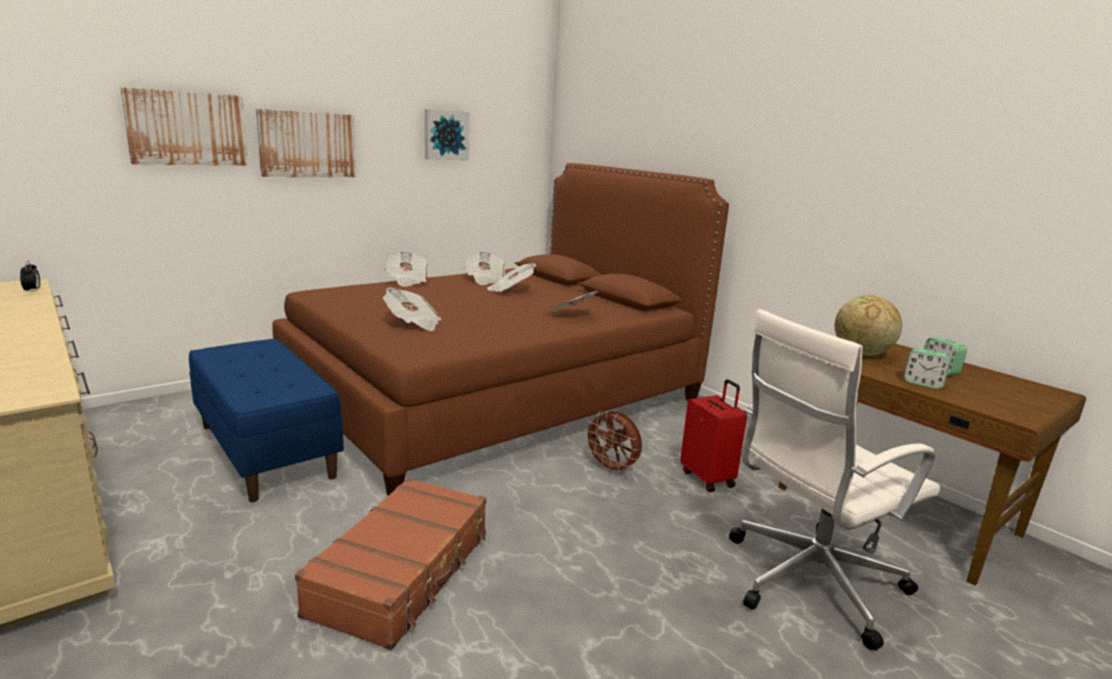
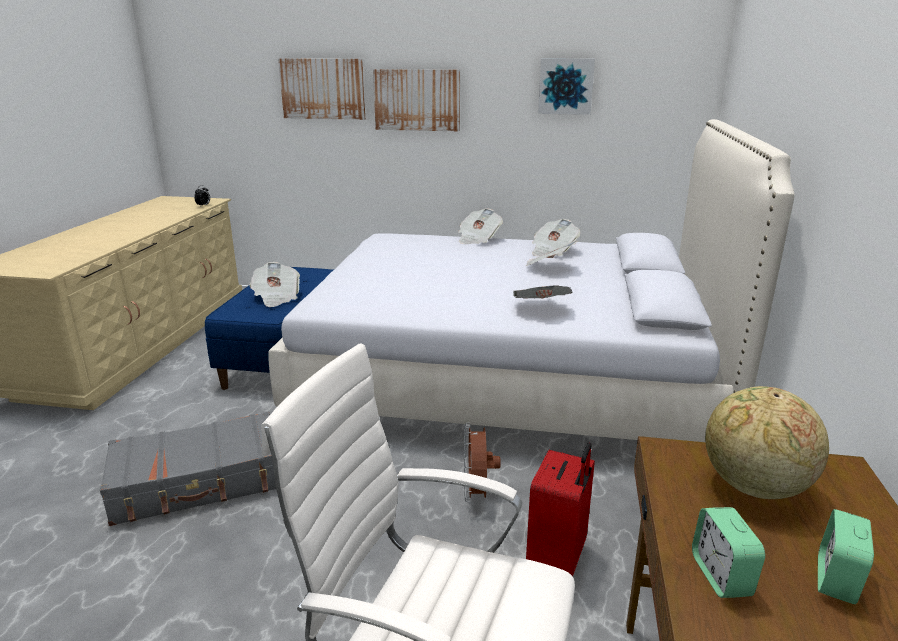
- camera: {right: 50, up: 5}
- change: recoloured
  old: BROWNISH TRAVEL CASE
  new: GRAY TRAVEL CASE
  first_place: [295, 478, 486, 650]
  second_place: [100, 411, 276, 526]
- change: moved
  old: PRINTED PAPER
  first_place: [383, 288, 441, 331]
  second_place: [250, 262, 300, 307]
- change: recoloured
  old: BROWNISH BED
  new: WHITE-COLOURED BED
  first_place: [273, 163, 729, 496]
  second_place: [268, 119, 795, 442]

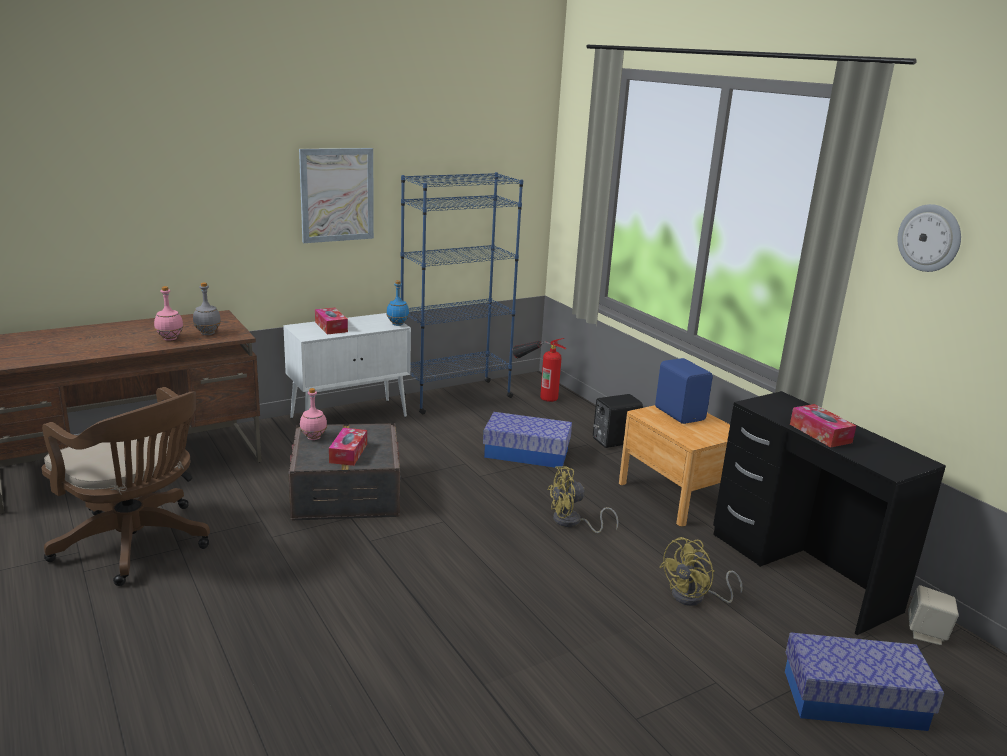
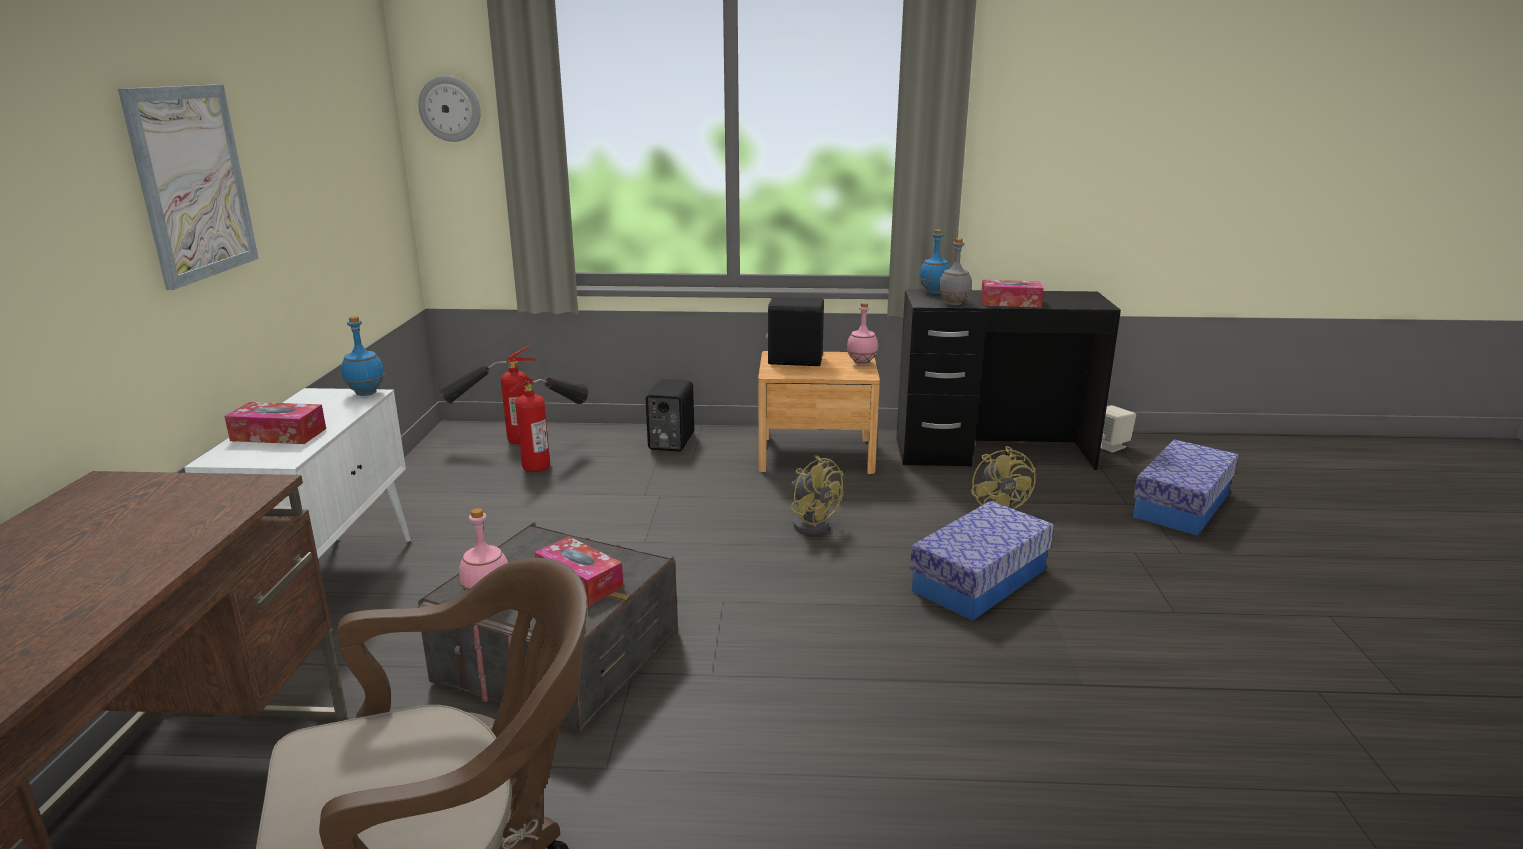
- camera: {right: -55, up: 0}
- change: moved
  old: CLOCK ON THE WALL
  first_place: [898, 204, 961, 272]
  second_place: [418, 76, 481, 142]
- change: added
  new: EXTINGUISHER
  second_place: [509, 374, 588, 472]
- change: recoloured
  old: BLUE LOUDSPEAKER
  new: BLACK-COLOURED LOUDSPEAKER
  first_place: [655, 358, 713, 424]
  second_place: [766, 297, 824, 366]
- change: turned
  old: YELLOW ELECTRIC FAN
  first_place: [547, 466, 619, 533]
  second_place: [791, 455, 843, 535]
  degrees: -60
- change: moved
  old: PINK-COLOURED BOTTLE
  first_place: [154, 286, 183, 341]
  second_place: [847, 302, 878, 366]
- change: moved
  old: STORAGE CONTAINER
  first_place: [483, 412, 572, 468]
  second_place: [910, 501, 1054, 621]
- change: added
  new: BLUE BOTTLE
  second_place: [919, 230, 950, 294]
- change: moved
  old: GRAY BOTTLE
  first_place: [193, 282, 221, 335]
  second_place: [938, 238, 972, 305]
- change: removed
  old: BLUE BOOKSHELF
  first_place: [399, 172, 523, 415]

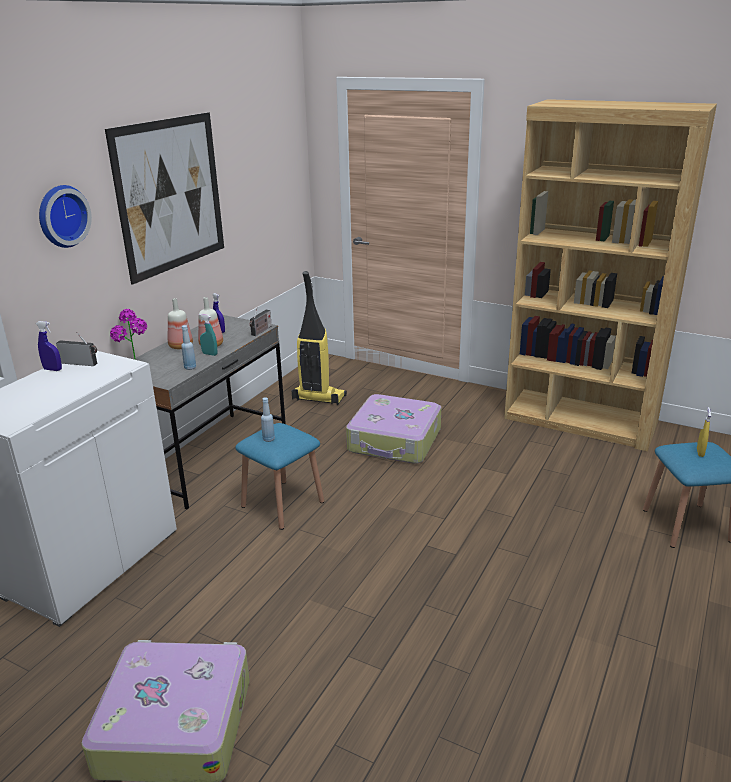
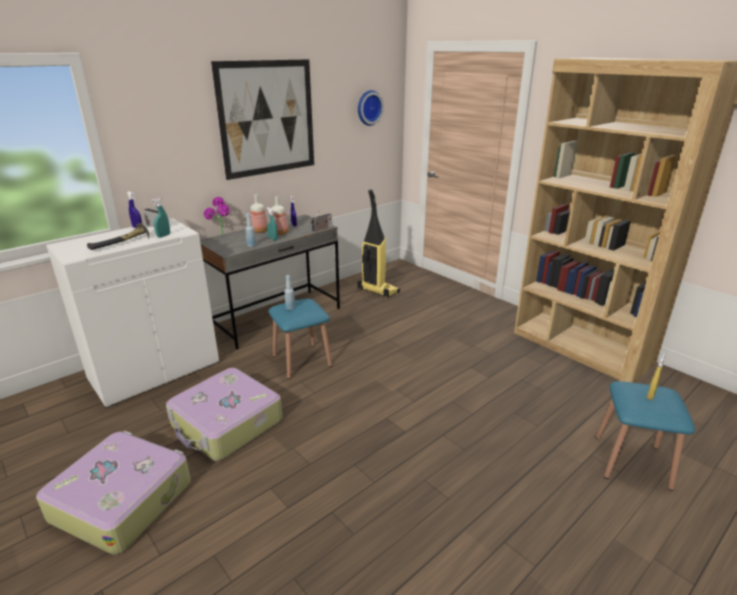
- camera: {right: 20, up: 0}
- change: added
  new: HAND HAMMER
  second_place: [87, 223, 149, 250]
- change: added
  new: TURQUOISE-COLOURED SPRAY BOTTLE
  second_place: [151, 198, 170, 238]
- change: moved
  old: TRAVEL CASE
  first_place: [346, 394, 441, 464]
  second_place: [166, 368, 283, 461]
- change: moved
  old: CLOCK ON THE WALL
  first_place: [39, 185, 92, 248]
  second_place: [358, 90, 384, 126]

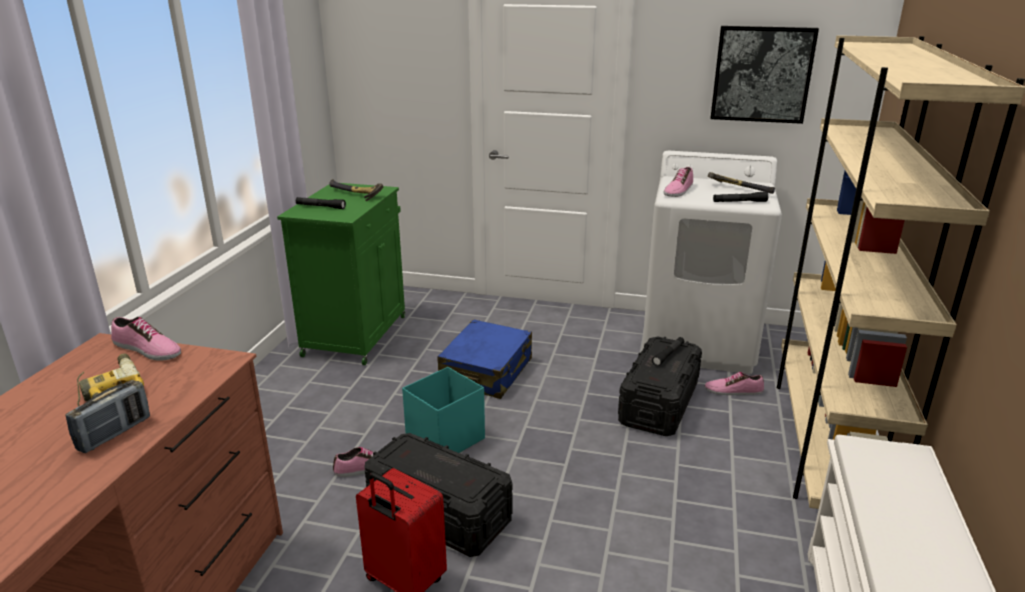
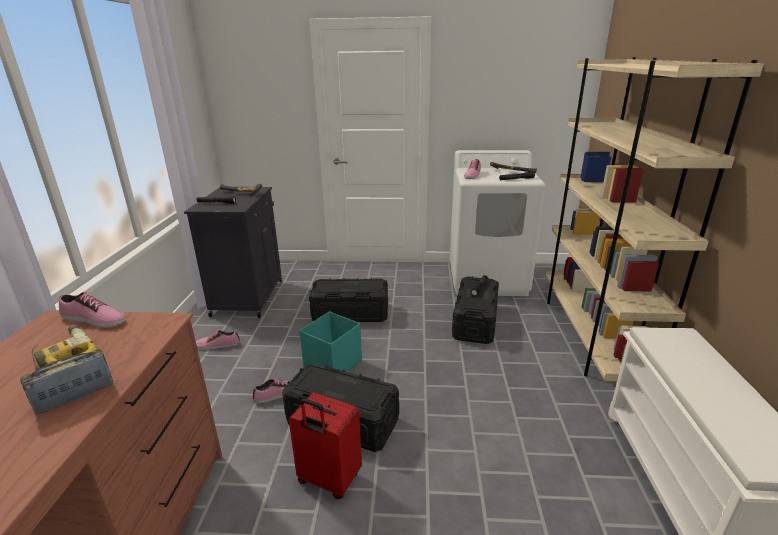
- camera: {right: -10, up: 0}
- change: turned
  old: RADIO RECEIVER
  first_place: [65, 380, 150, 453]
  second_place: [20, 349, 113, 414]
  degrees: -150
- change: recoloured
  old: GREEN STORAGE CABINET
  new: BLACK-COLOURED STORAGE CABINET
  first_place: [277, 183, 405, 365]
  second_place: [184, 187, 282, 318]
- change: moved
  old: SHOE
  first_place: [705, 372, 764, 395]
  second_place: [196, 330, 240, 350]
- change: replaced
  old: BLUE TRAVEL CASE
  new: BLACK-COLOURED STORAGE CONTAINER
  first_place: [437, 319, 532, 399]
  second_place: [309, 278, 388, 322]
- change: removed
  old: PICTURE
  first_place: [710, 26, 819, 124]

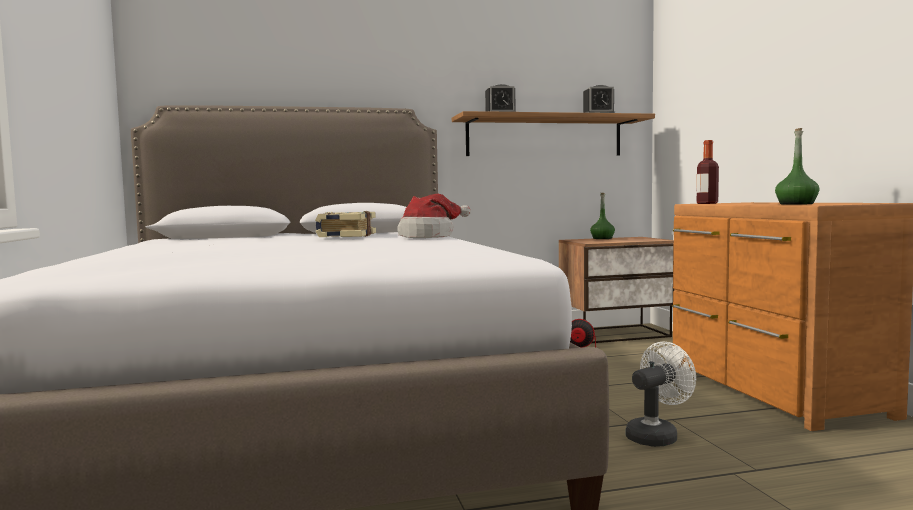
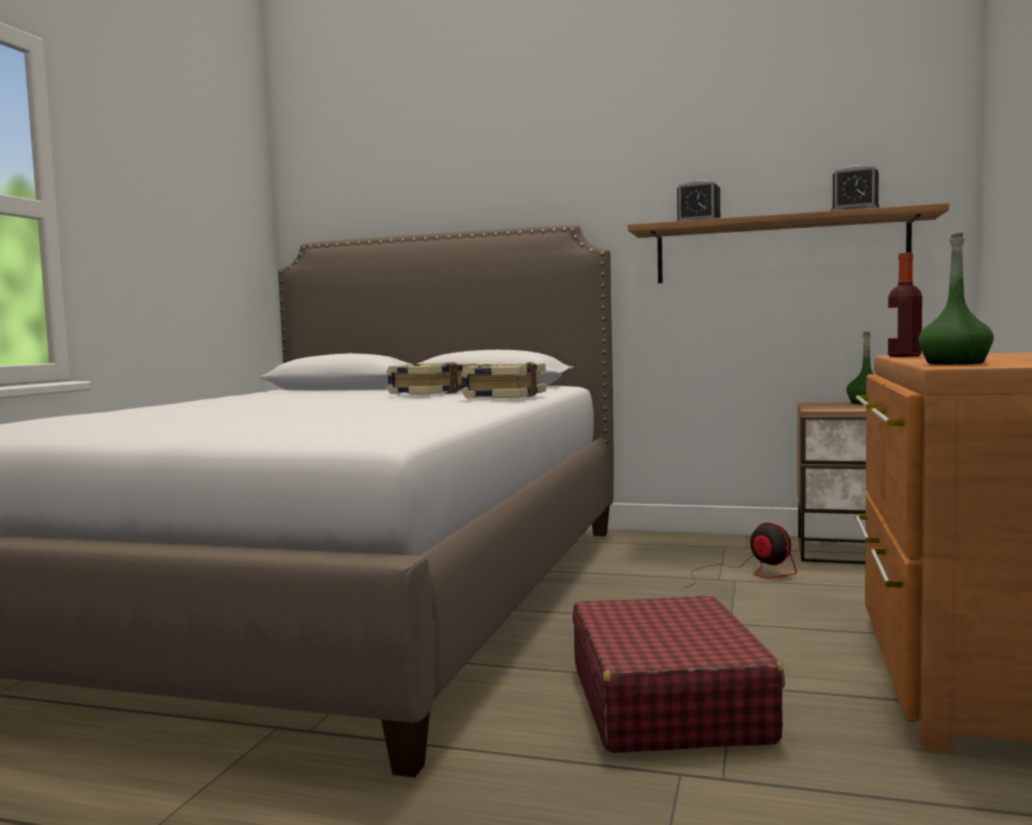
- camera: {right: 30, up: 0}
- change: replaced
  old: CLOTHING HAT
  new: BOUND BOOK
  first_place: [397, 194, 471, 238]
  second_place: [461, 362, 546, 398]
- change: replaced
  old: WHITE-COLOURED ELECTRIC FAN
  new: RED TRAVEL CASE
  first_place: [626, 341, 696, 447]
  second_place: [573, 595, 785, 753]

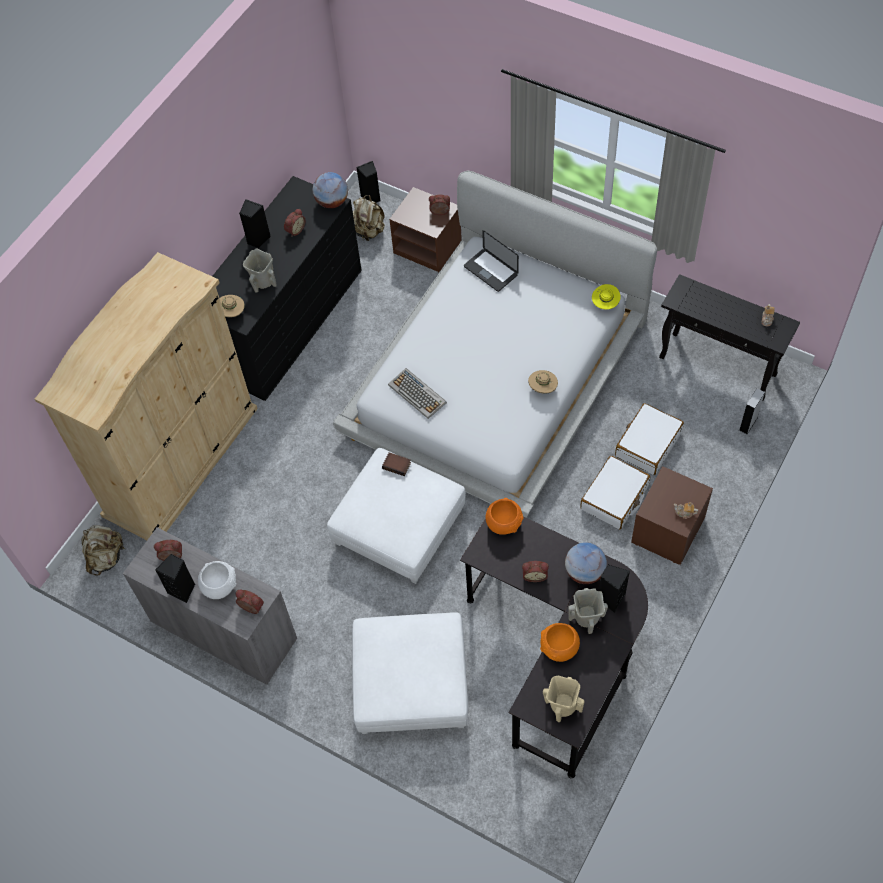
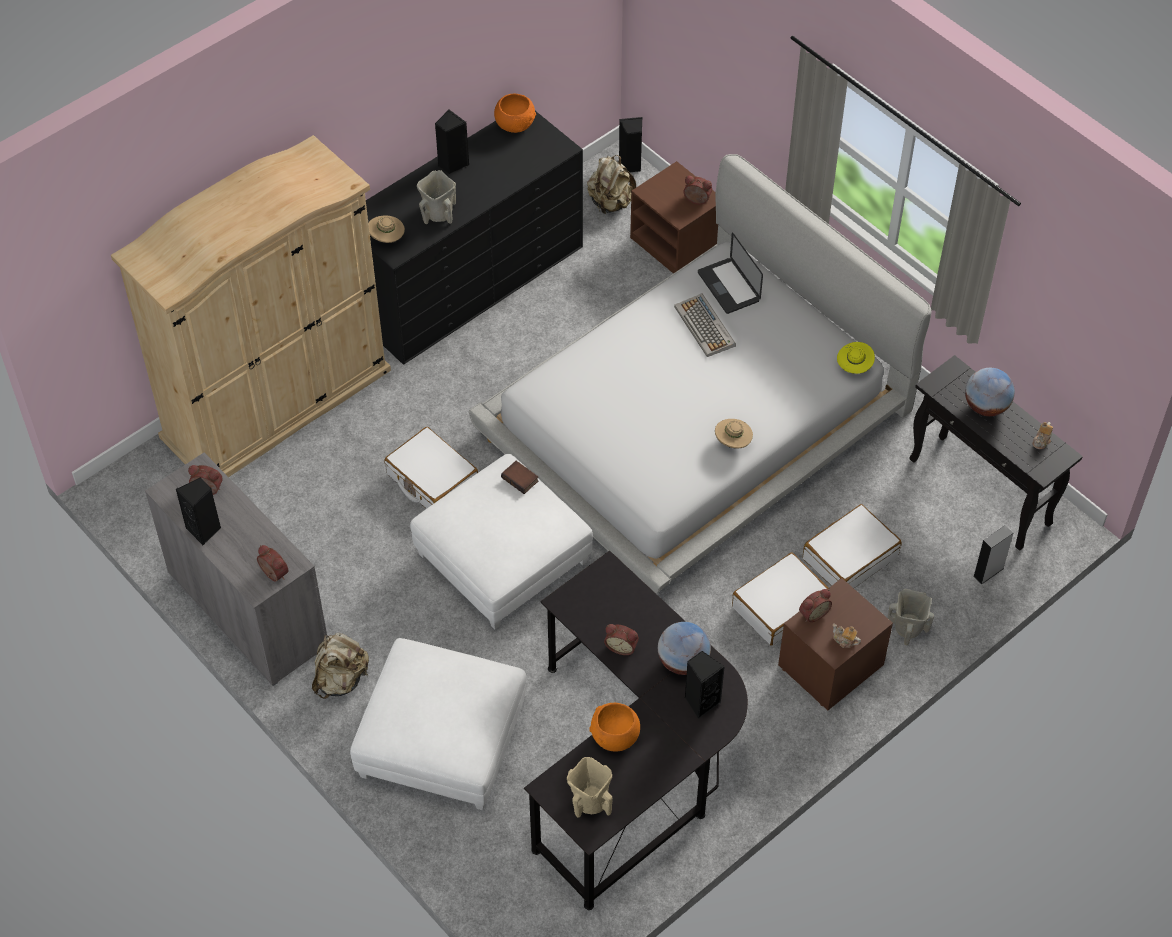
- camera: {right: 15, up: -5}
- change: moved
  old: BEIGE-COLOURED KNAPSACK
  first_place: [82, 525, 125, 576]
  second_place: [312, 633, 369, 699]
- change: added
  new: WHITE-COLOURED TRAVEL CASE
  second_place: [384, 427, 478, 509]
- change: moved
  old: ORANGE SERVING BOWL
  first_place: [485, 498, 524, 535]
  second_place: [494, 94, 536, 133]
- change: moved
  old: COMPUTER KEYBOARD
  first_place: [388, 368, 447, 419]
  second_place: [674, 293, 736, 357]
- change: moved
  old: ALARM CLOCK
  first_place: [284, 209, 306, 237]
  second_place: [799, 589, 832, 622]
- change: moved
  old: BEIGE-COLOURED VASE
  first_place: [568, 588, 608, 634]
  second_place: [888, 589, 934, 645]
- change: moved
  old: DESK GLOBE
  first_place: [313, 172, 348, 208]
  second_place: [965, 368, 1015, 416]
- change: removed
  old: WHITE-COLOURED SERVING BOWL
  first_place: [198, 561, 237, 599]

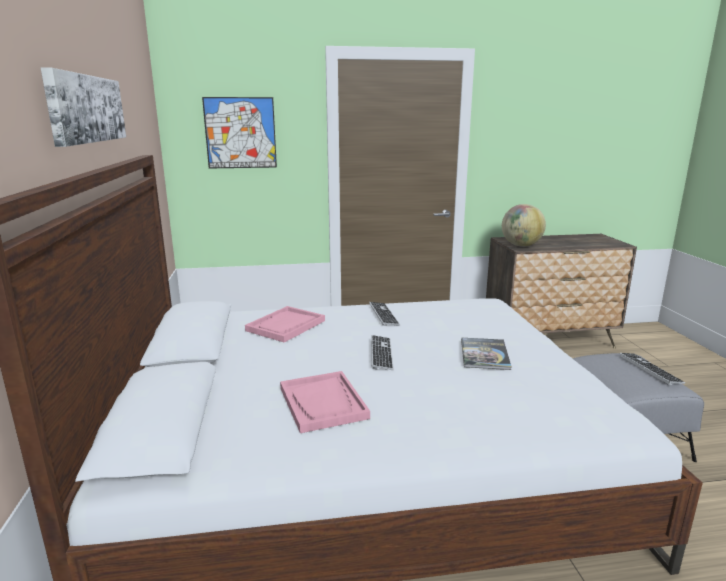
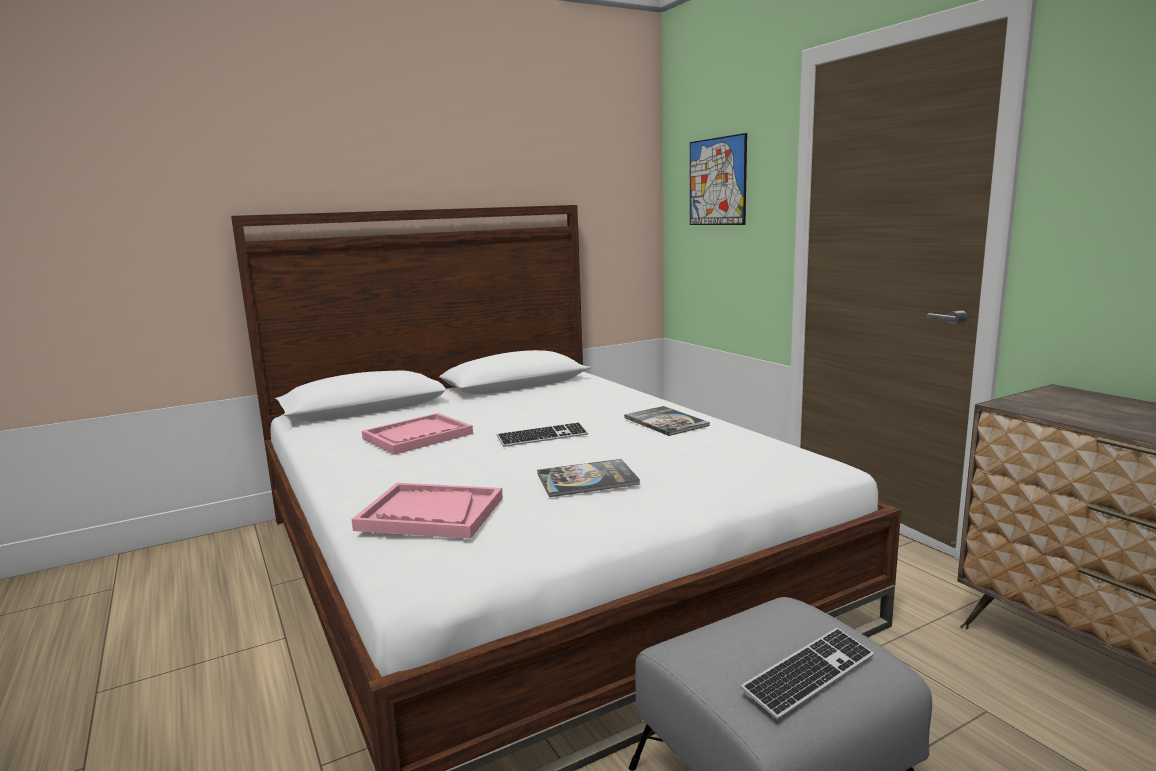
- camera: {right: 70, up: -5}
- change: moved
  old: PINK-COLOURED CARRYING TRAY
  first_place: [245, 306, 325, 343]
  second_place: [352, 483, 503, 539]
- change: replaced
  old: COMPUTER KEYBOARD
  new: BOUND BOOK
  first_place: [369, 302, 400, 326]
  second_place: [624, 406, 710, 436]
- change: removed
  old: PICTURE
  first_place: [41, 67, 126, 147]
- change: removed
  old: DESK GLOBE
  first_place: [502, 204, 546, 247]

